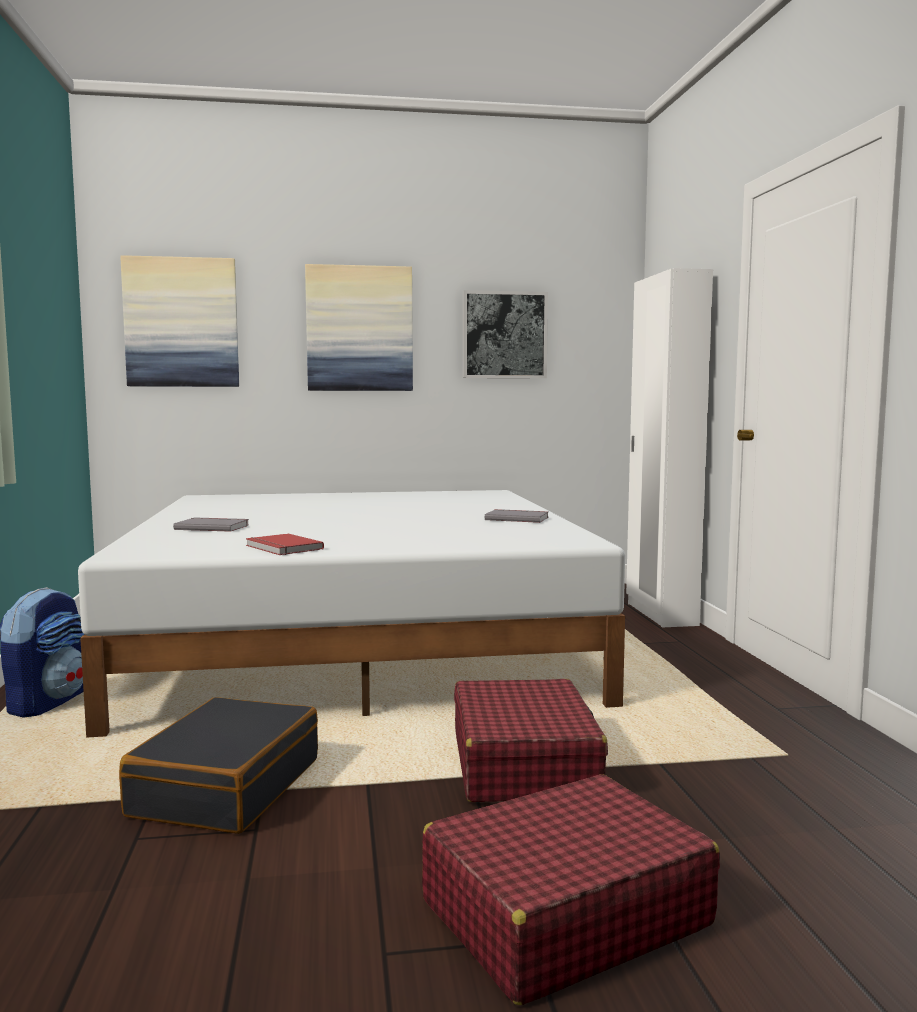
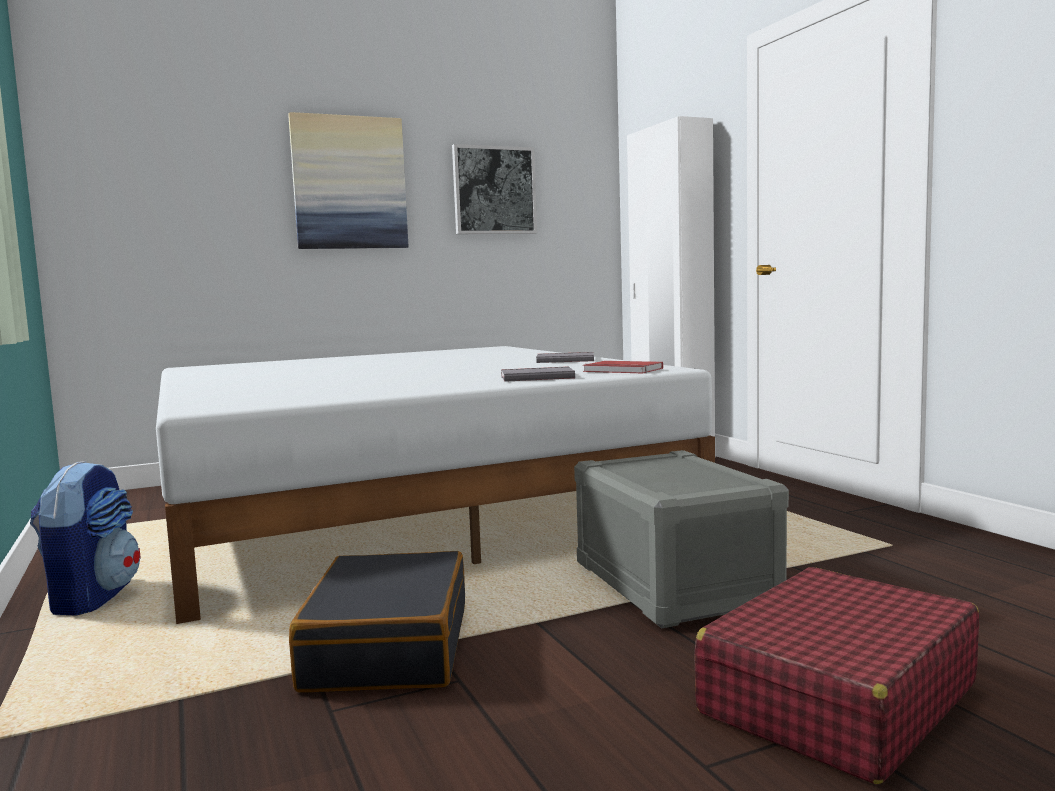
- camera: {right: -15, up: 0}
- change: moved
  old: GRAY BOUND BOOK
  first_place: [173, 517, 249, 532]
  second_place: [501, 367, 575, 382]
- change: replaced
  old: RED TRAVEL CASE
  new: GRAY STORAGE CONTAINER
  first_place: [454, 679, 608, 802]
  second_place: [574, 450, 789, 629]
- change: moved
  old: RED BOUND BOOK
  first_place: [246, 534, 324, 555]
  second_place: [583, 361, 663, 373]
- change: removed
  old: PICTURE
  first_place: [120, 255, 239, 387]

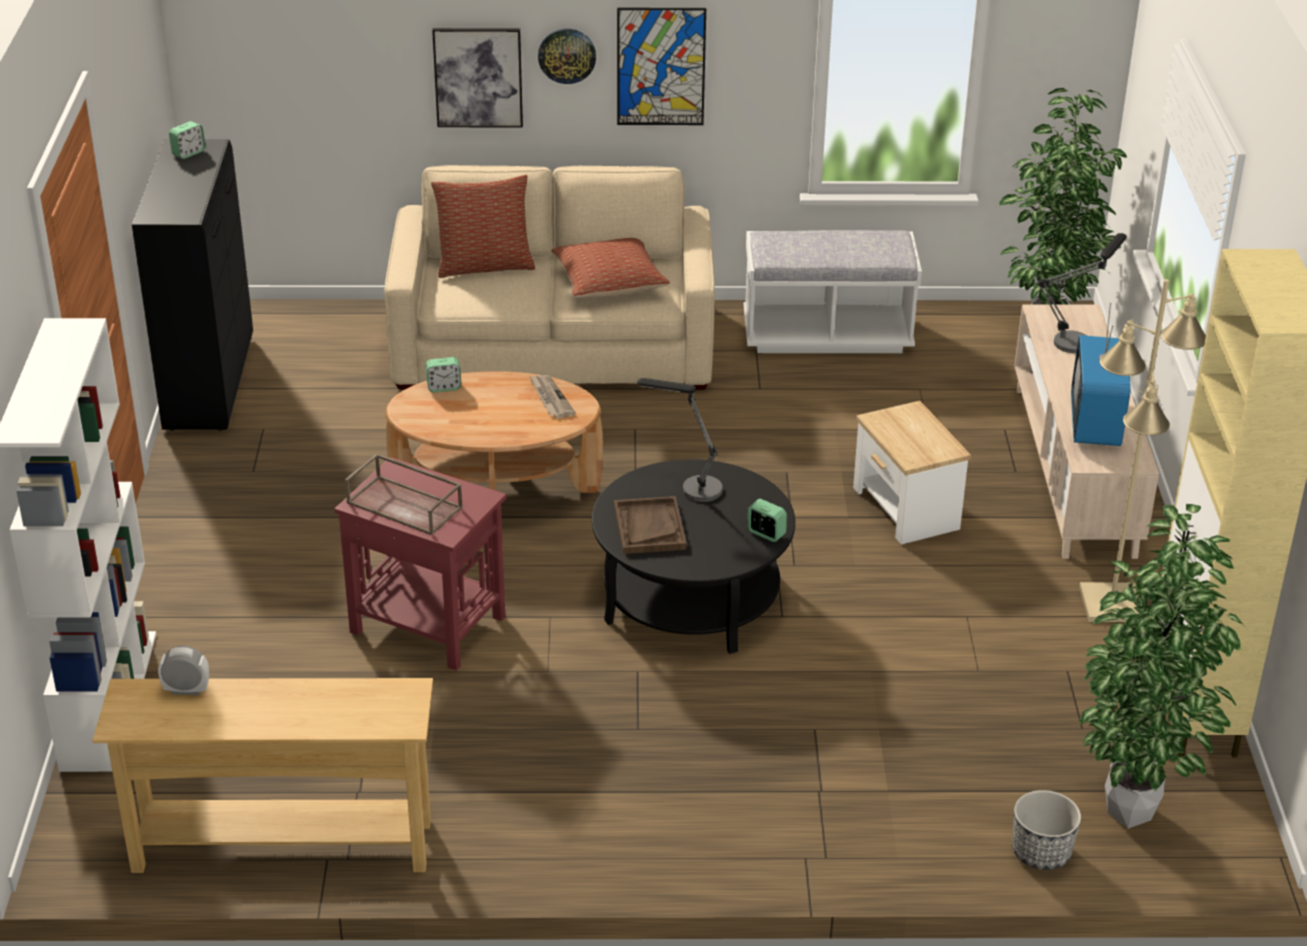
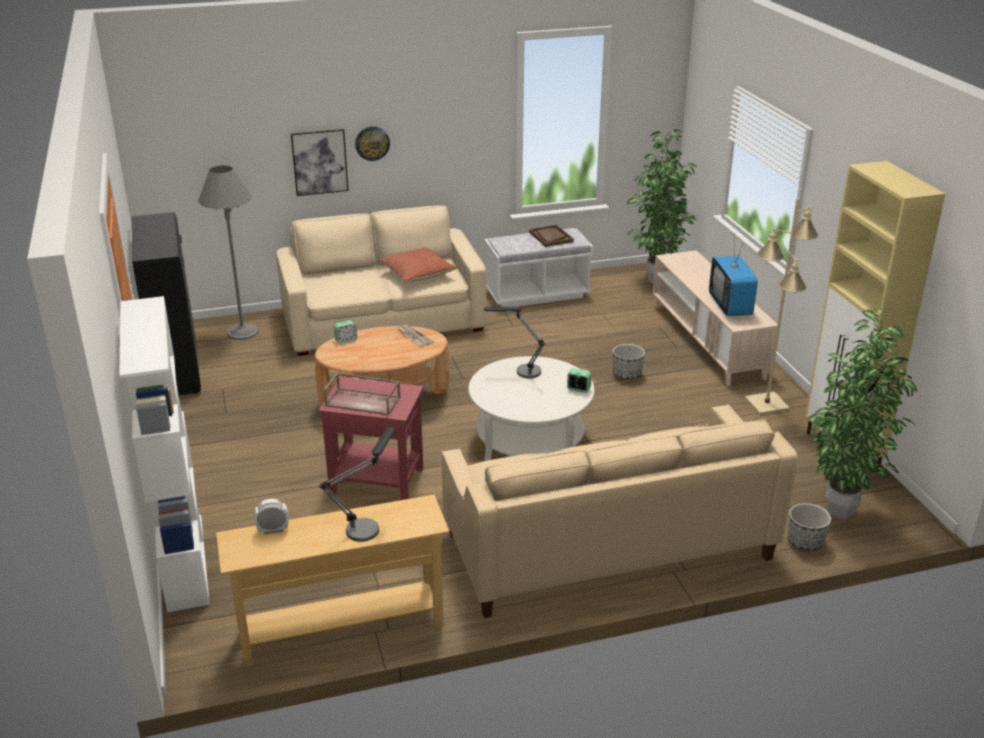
- camera: {right: -15, up: -5}
- change: added
  new: GRAY STANDARD LAMP
  second_place: [198, 165, 258, 340]
- change: moved
  old: TABLETOP LAMP
  first_place: [1037, 233, 1127, 353]
  second_place: [319, 427, 395, 542]
- change: added
  new: BEIGE-COLOURED COUCH
  second_place: [441, 404, 798, 618]
- change: recoloured
  old: BLACK-COLOURED COFFEE TABLE
  new: WHITE-COLOURED COFFEE TABLE
  first_place: [592, 459, 795, 654]
  second_place: [468, 356, 595, 461]
- change: moved
  old: BROWNISH CARRYING TRAY
  first_place: [614, 496, 687, 554]
  second_place: [529, 225, 574, 247]
- change: replaced
  old: END TABLE
  new: PLANTER
  first_place: [853, 401, 971, 545]
  second_place: [613, 344, 645, 380]
- change: removed
  old: ALARM CLOCK
  first_place: [169, 121, 206, 159]
- change: removed
  old: THROW PILLOW
  first_place: [431, 175, 535, 278]
- change: removed
  old: PICTURE
  first_place: [617, 8, 706, 125]

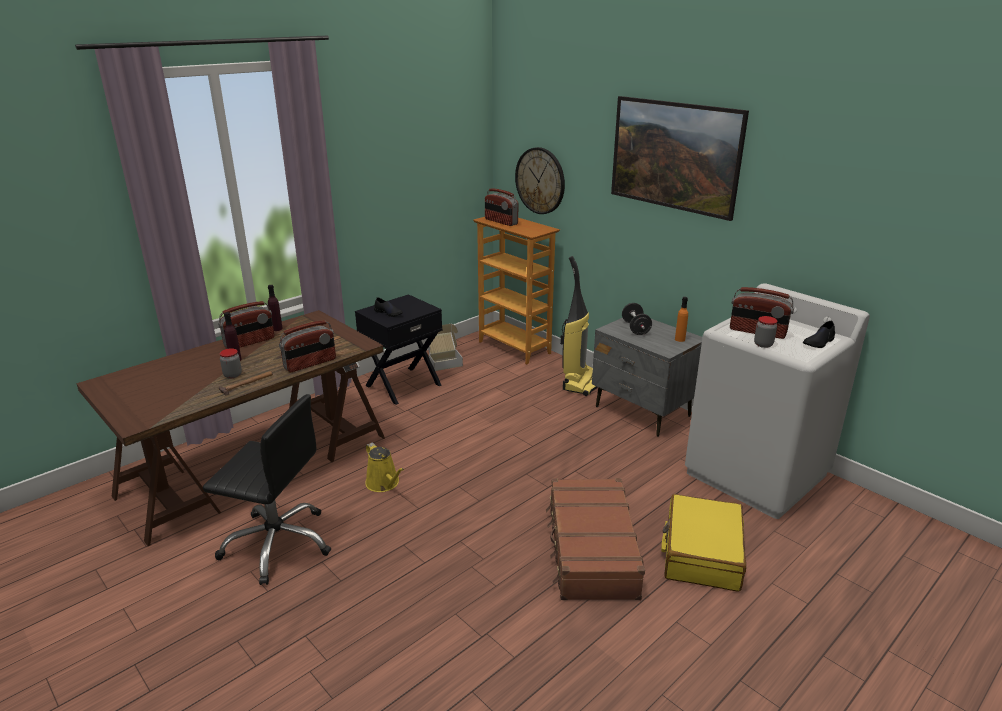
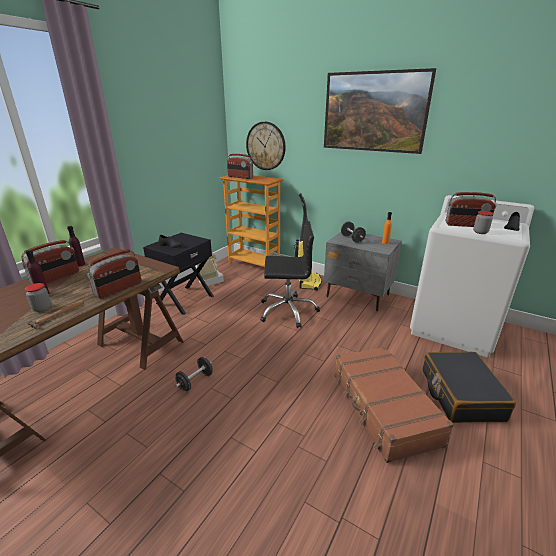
- camera: {right: -15, up: 0}
- change: replaced
  old: YELLOW WATERING CAN
  new: BLACK-COLOURED FREE WEIGHT
  first_place: [365, 443, 404, 492]
  second_place: [175, 357, 213, 391]
- change: moved
  old: BLACK-COLOURED OFFICE CHAIR
  first_place: [203, 394, 331, 585]
  second_place: [260, 221, 320, 328]
- change: recoloured
  old: YELLOW TRAVEL CASE
  new: BLACK-COLOURED TRAVEL CASE
  first_place: [661, 494, 746, 592]
  second_place: [423, 352, 516, 423]

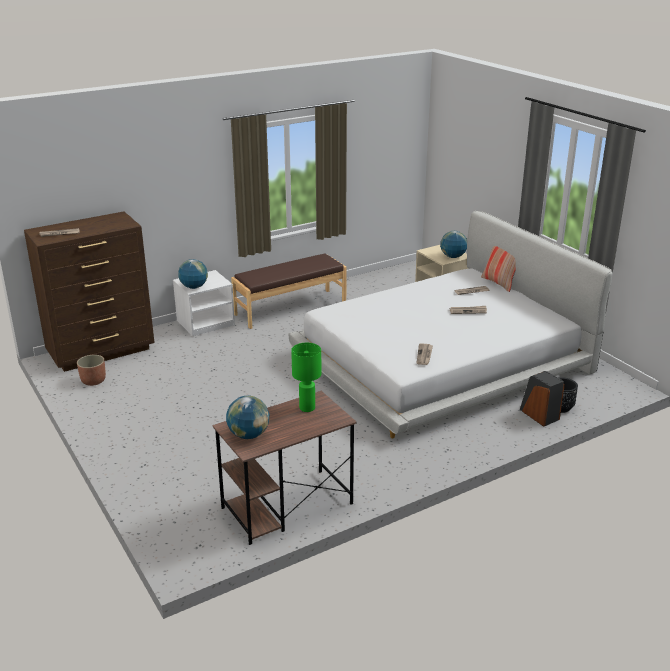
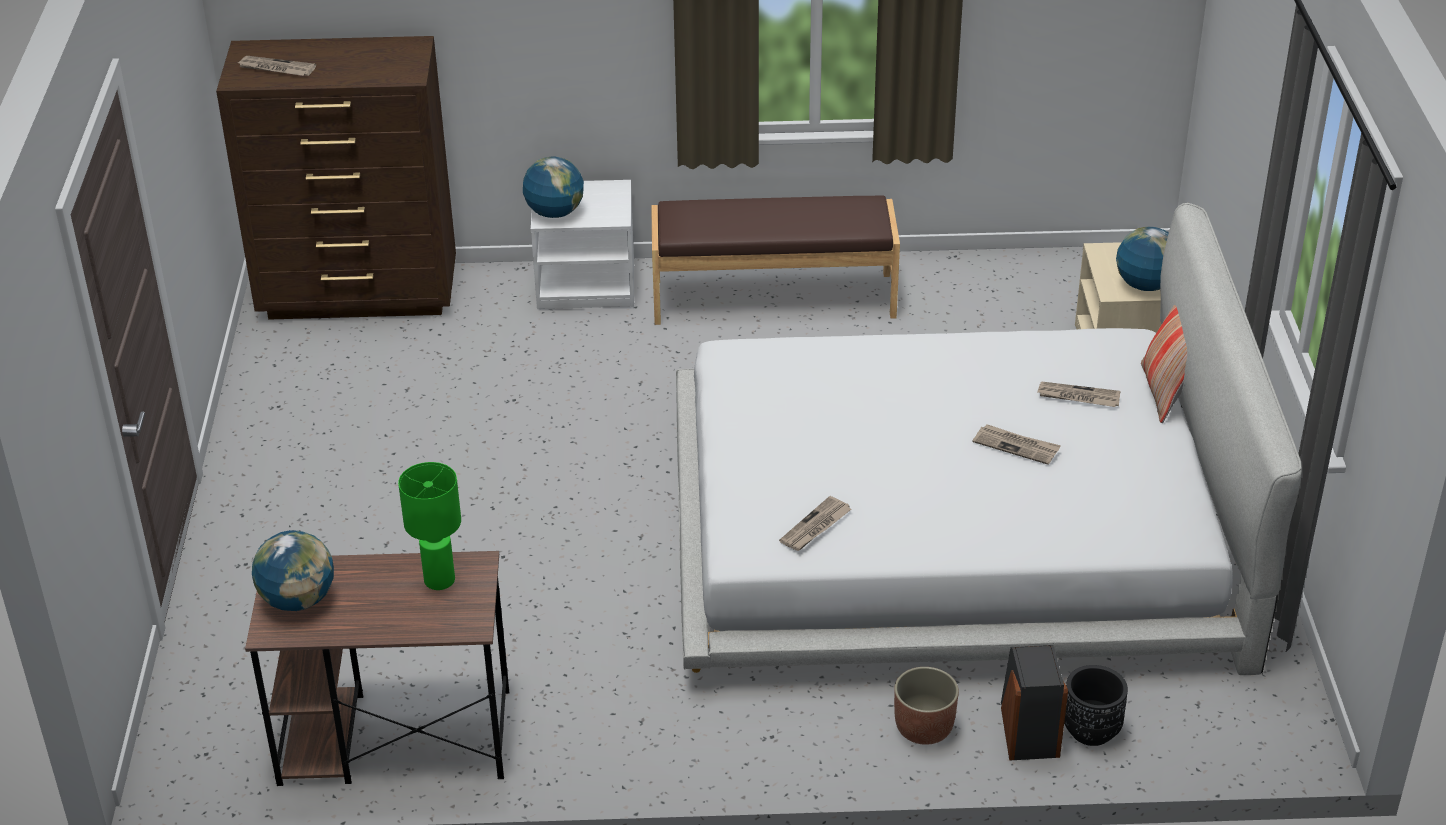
- camera: {right: 30, up: 10}
- change: moved
  old: PLANTER
  first_place: [77, 355, 106, 386]
  second_place: [894, 667, 959, 745]

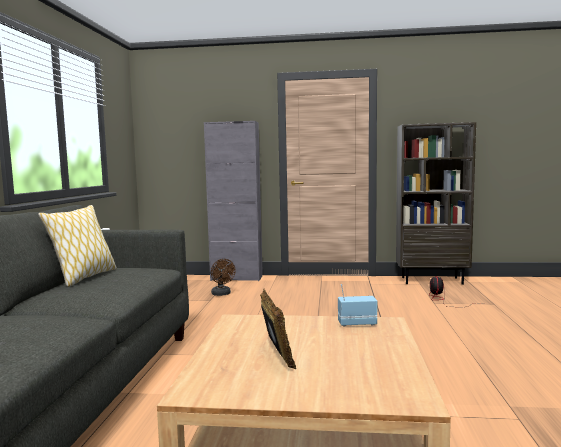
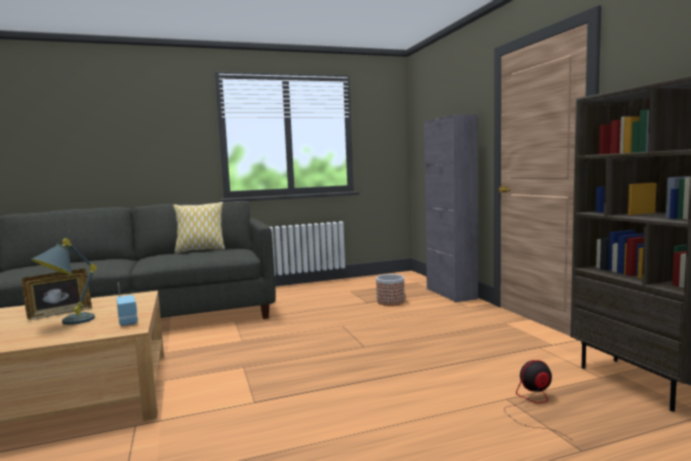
- camera: {right: 65, up: 0}
- change: added
  new: GRAY TABLETOP LAMP
  second_place: [31, 239, 97, 325]
- change: replaced
  old: BROWNISH ELECTRIC FAN
  new: PLANTER
  first_place: [211, 259, 236, 296]
  second_place: [376, 274, 405, 306]

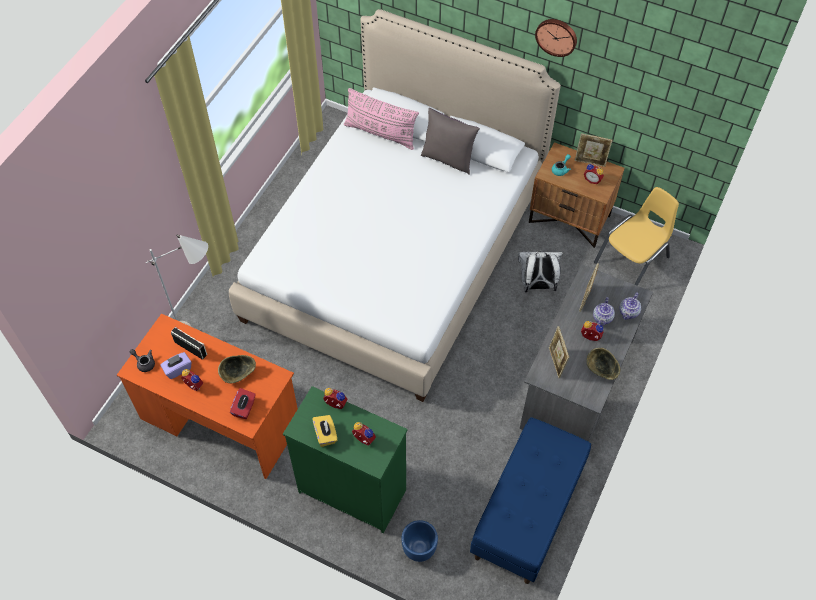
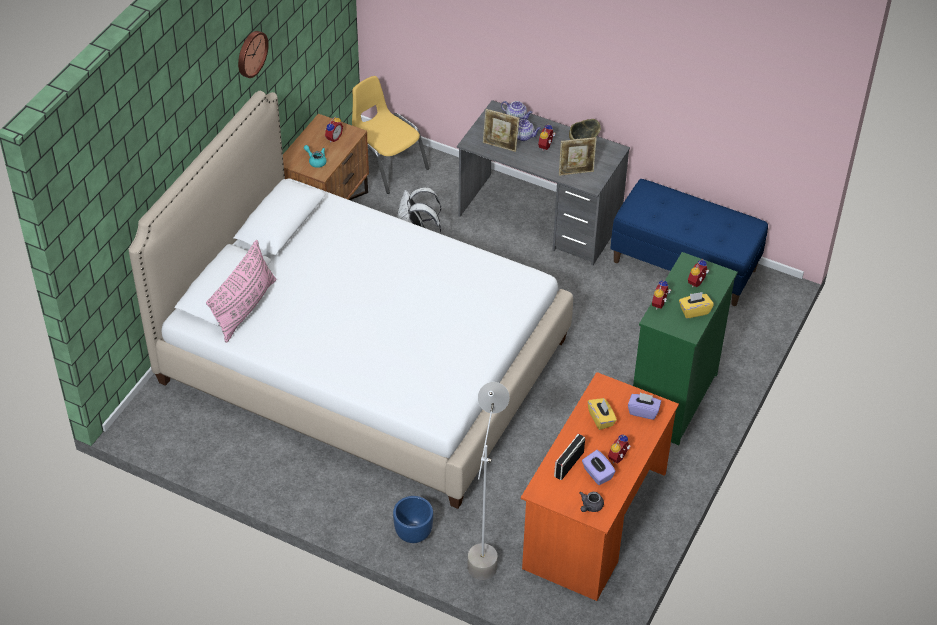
- camera: {right: -90, up: -10}
- change: moved
  old: BLUE PLANTER
  first_place: [401, 520, 438, 562]
  second_place: [393, 496, 433, 543]
- change: replaced
  old: SERVING BOWL
  new: YELLOW BOX OF TISSUES
  first_place: [218, 355, 256, 383]
  second_place: [588, 398, 617, 430]
- change: recoloured
  old: RED BOX OF TISSUES
  new: PURPLE BOX OF TISSUES
  first_place: [230, 388, 256, 419]
  second_place: [628, 392, 661, 420]
- change: removed
  old: GRAY THROW PILLOW
  first_place: [421, 108, 480, 175]
- change: removed
  old: PICTURE FRAME
  first_place: [575, 133, 613, 167]

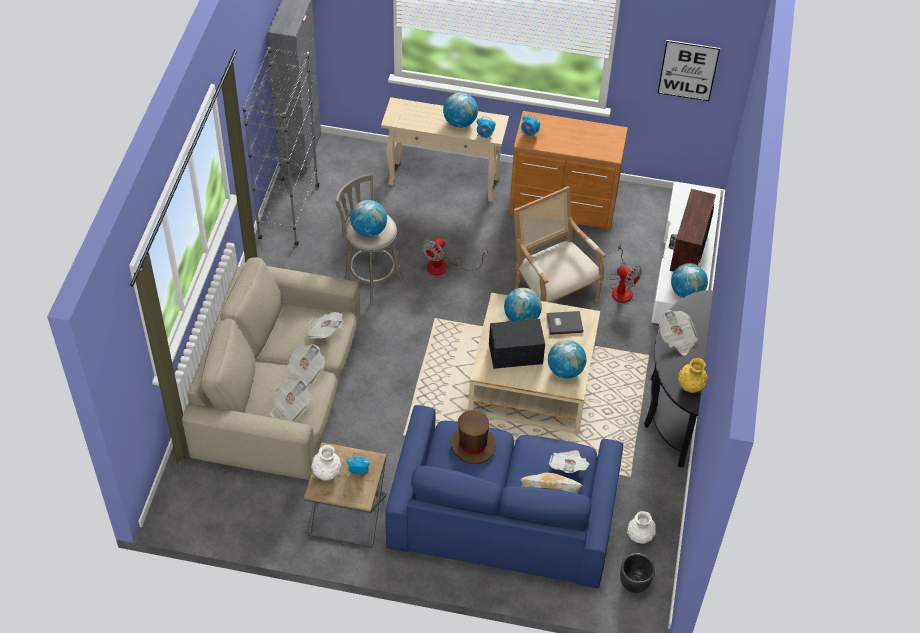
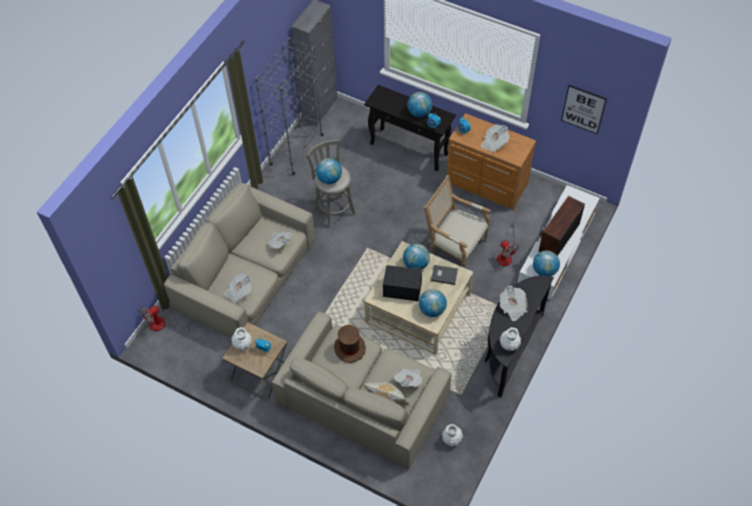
- camera: {right: 20, up: 5}
- change: moved
  old: ELECTRIC FAN
  first_place: [421, 237, 487, 275]
  second_place: [140, 305, 192, 333]
- change: recoloured
  old: BLUE COUCH
  new: BEIGE-COLOURED COUCH
  first_place: [385, 405, 623, 588]
  second_place: [272, 311, 451, 469]
- change: recoloured
  old: BEIGE-COLOURED CONSOLE TABLE
  new: BLACK-COLOURED CONSOLE TABLE
  first_place: [381, 97, 509, 202]
  second_place: [364, 85, 456, 171]
- change: turned
  old: EASY CHAIR
  first_place: [513, 186, 606, 303]
  second_place: [424, 175, 491, 268]
  degrees: -45
- change: moved
  old: PRINTED PAPER
  first_place: [286, 344, 325, 387]
  second_place: [481, 124, 510, 153]
- change: recoloured
  old: YELLOW VASE
  new: WHITE-COLOURED VASE
  first_place: [678, 358, 708, 393]
  second_place: [500, 327, 521, 351]
- change: removed
  old: BLACK-COLOURED PLANTER
  first_place: [620, 553, 655, 593]

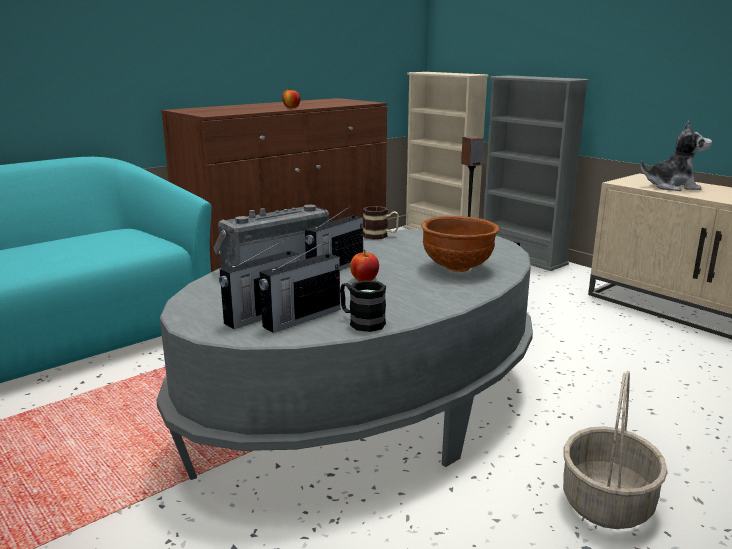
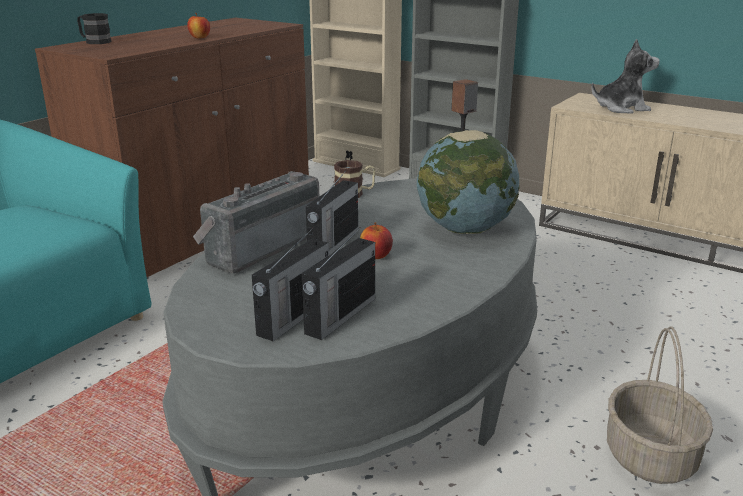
- camera: {right: -15, up: 5}
- change: moved
  old: BLACK-COLOURED TEA MUG
  first_place: [340, 280, 386, 332]
  second_place: [77, 13, 112, 44]
- change: replaced
  old: BROWNISH SERVING BOWL
  new: DESK GLOBE
  first_place: [421, 216, 499, 272]
  second_place: [417, 130, 520, 234]

